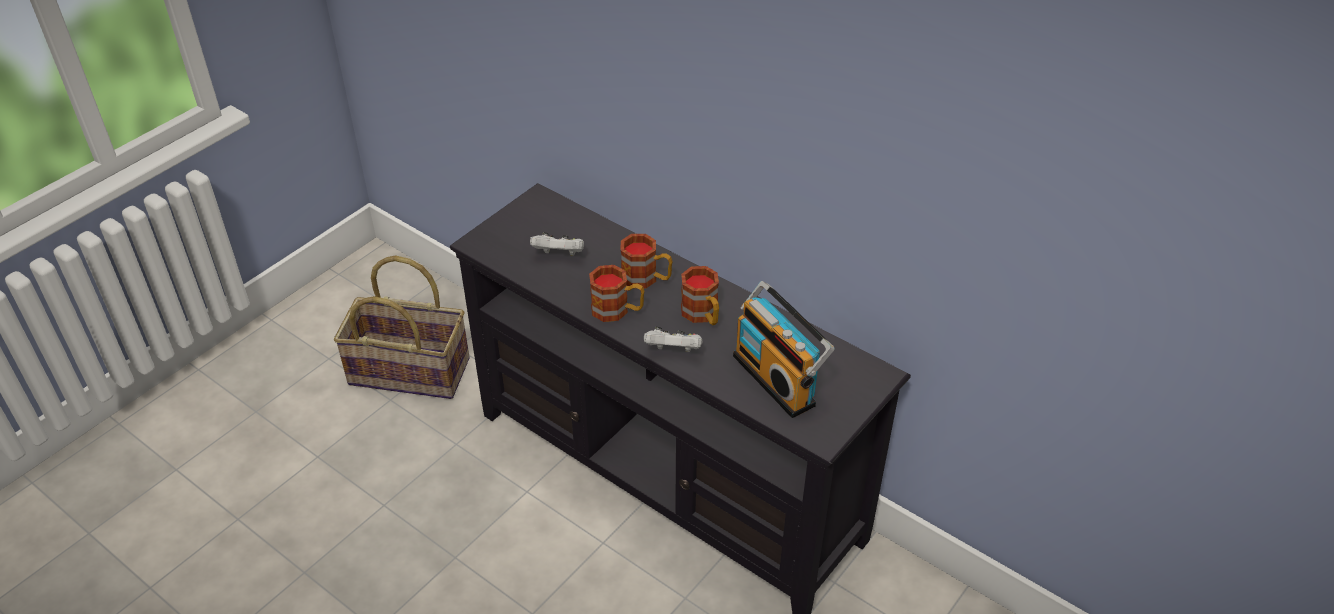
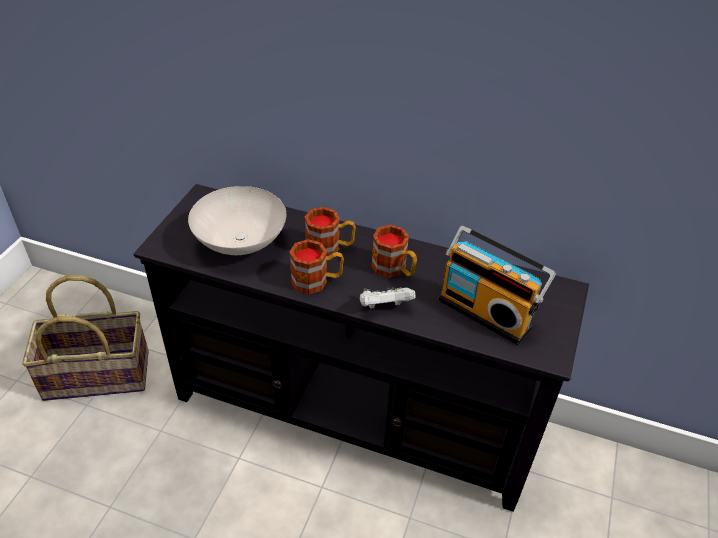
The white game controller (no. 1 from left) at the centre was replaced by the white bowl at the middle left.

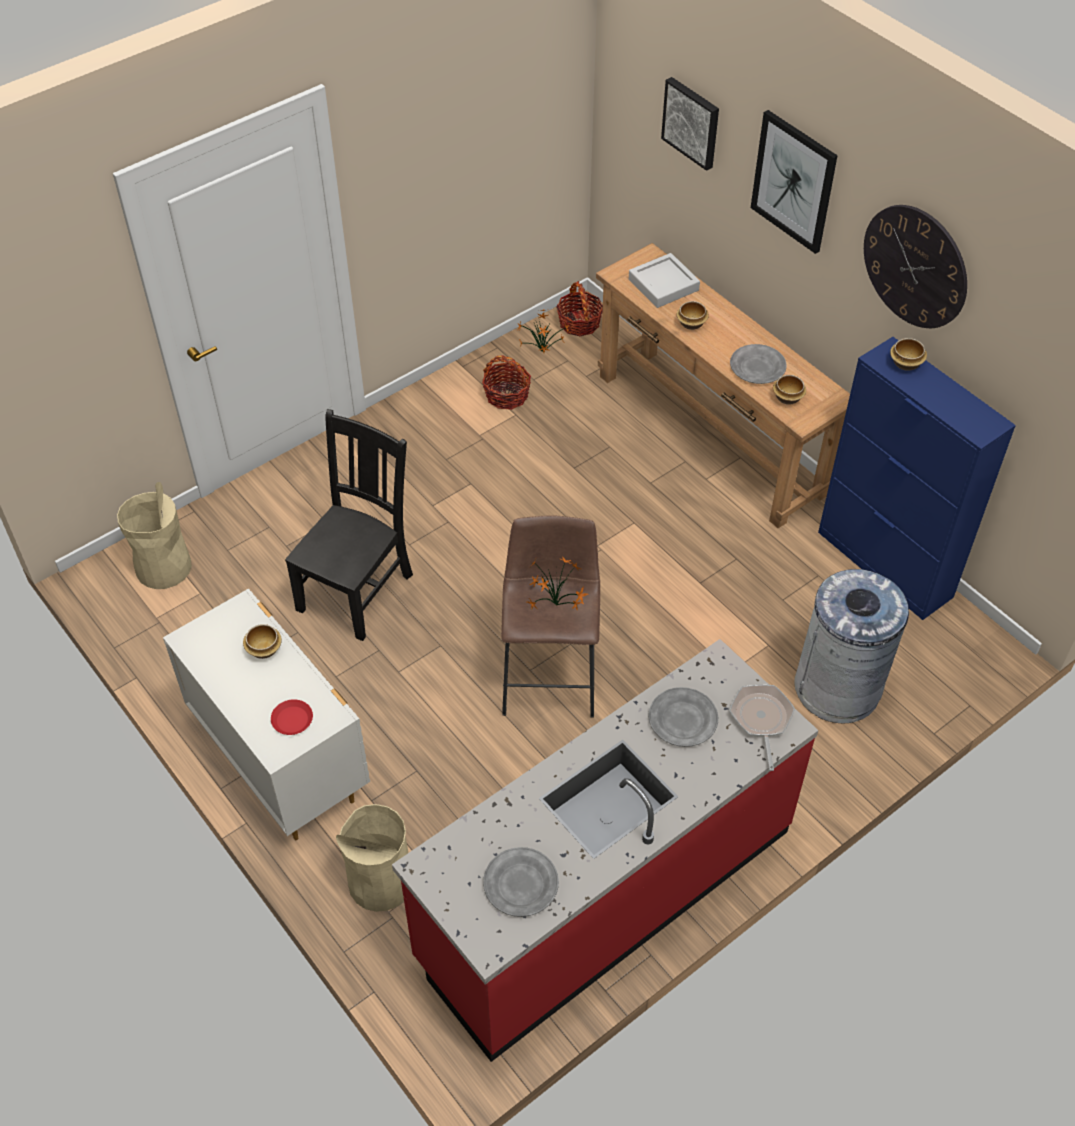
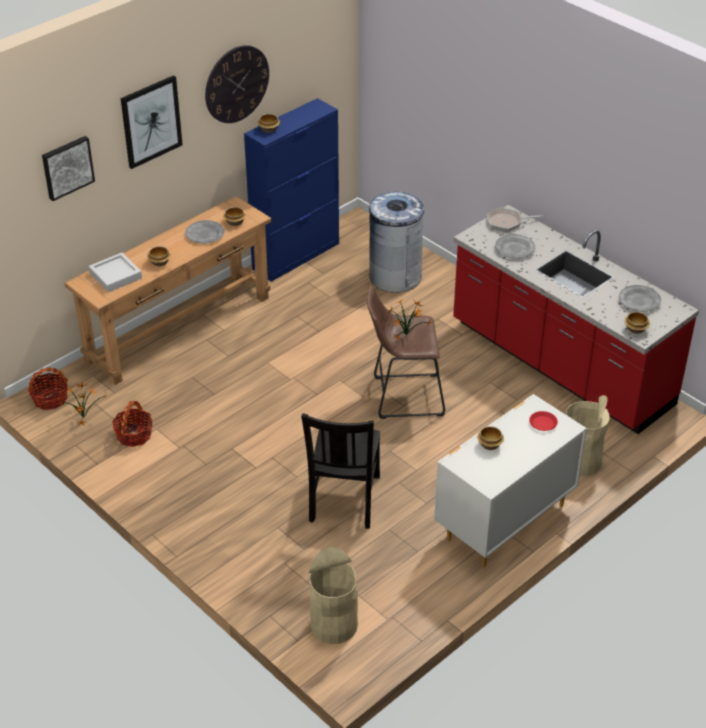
The black chair at the middle left turned 105 degrees counterclockwise. The bowl (no. 5 from left) at the middle right appeared.

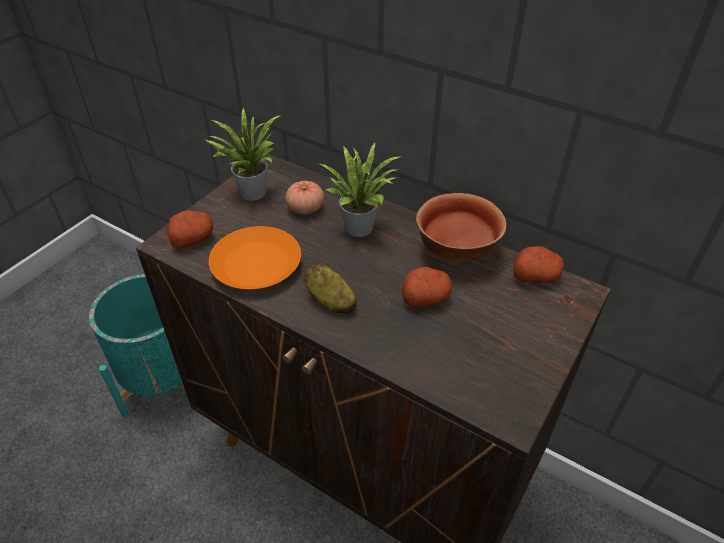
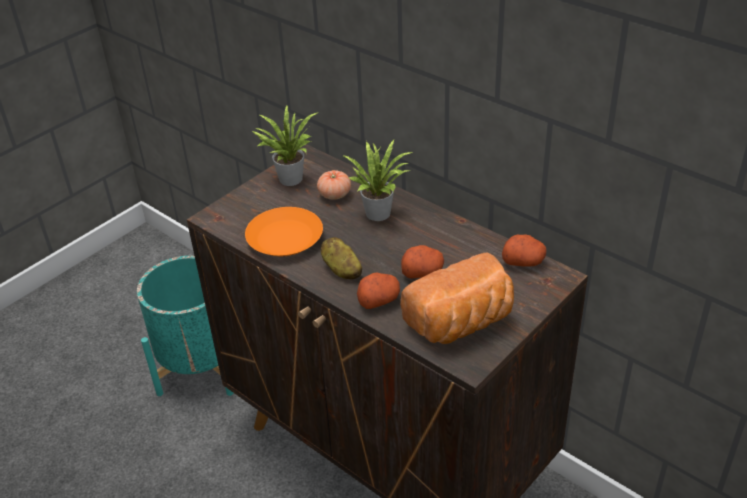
The bowl at the centre disappeared. The potato (no. 1 from left in the first image) moved from the middle left to the centre. The bread at the centre appeared.

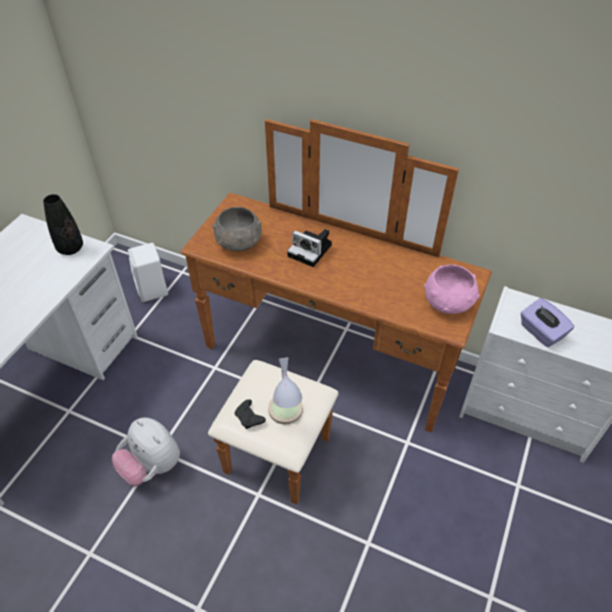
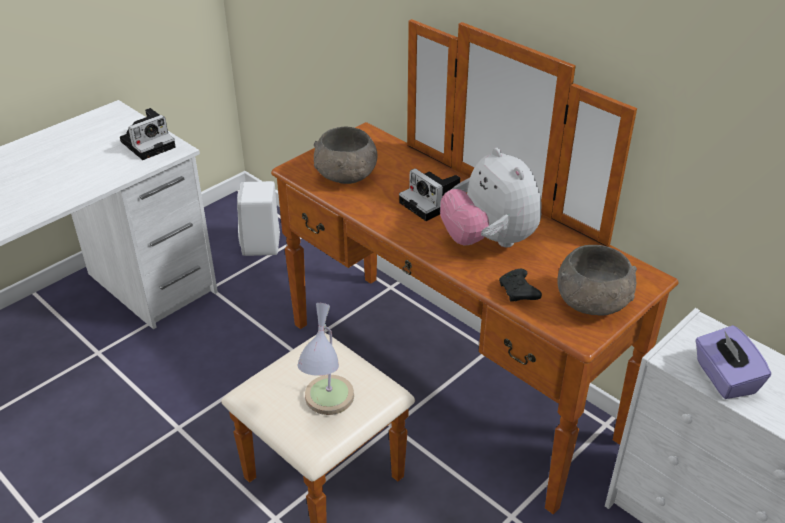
The black vase at the middle left was replaced by the photo camera (no. 1 from left) at the top left. The pink bowl at the middle right became the grey bowl (no. 2 from left) at the middle right. The black game controller moved from the bottom centre to the centre. The plush toy moved from the bottom left to the centre.

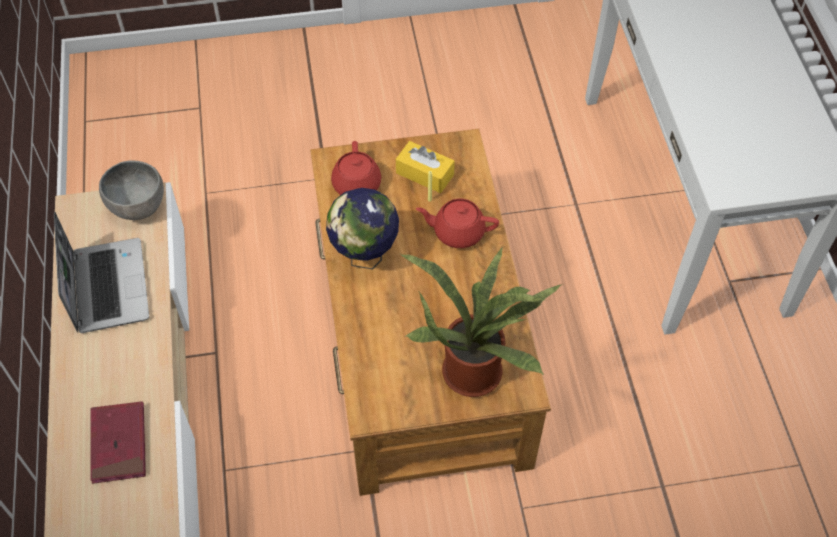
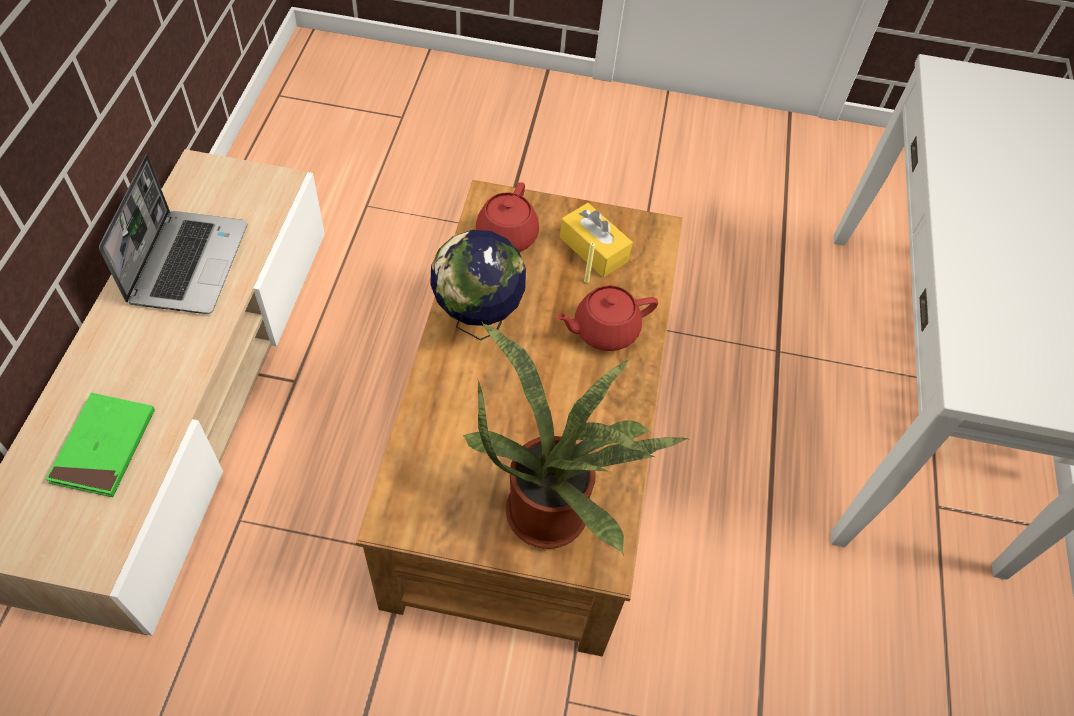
The grey bowl at the middle left disappeared. The red teapot (no. 2 from left) at the centre turned 45 degrees counterclockwise. The red book at the bottom left became the green book at the middle left.

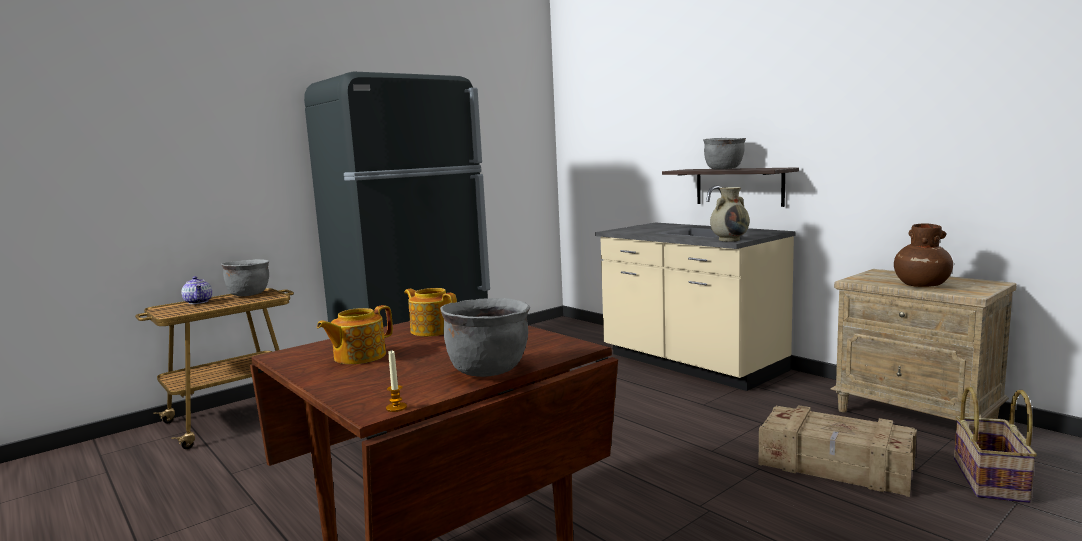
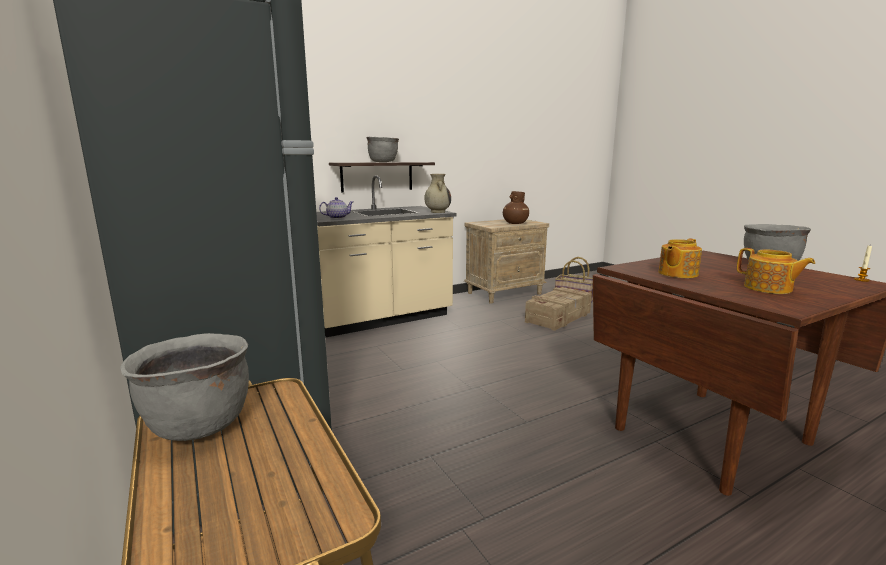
The teapot (no. 1 from left) moved from the middle left to the centre.

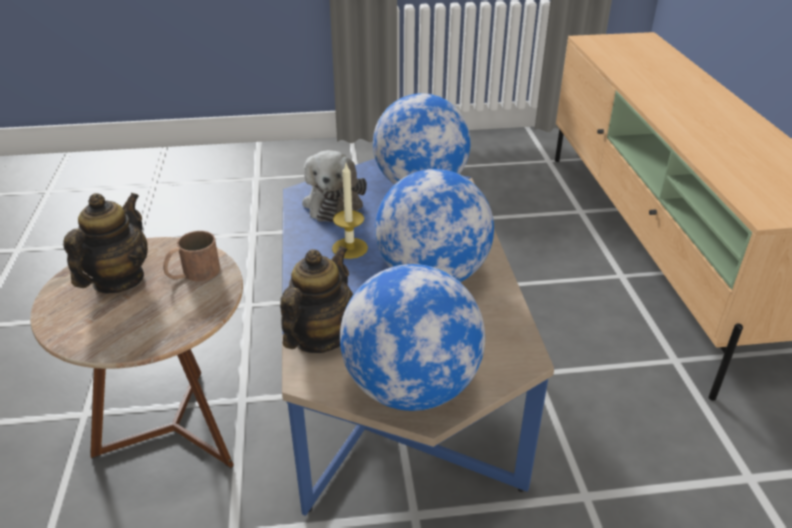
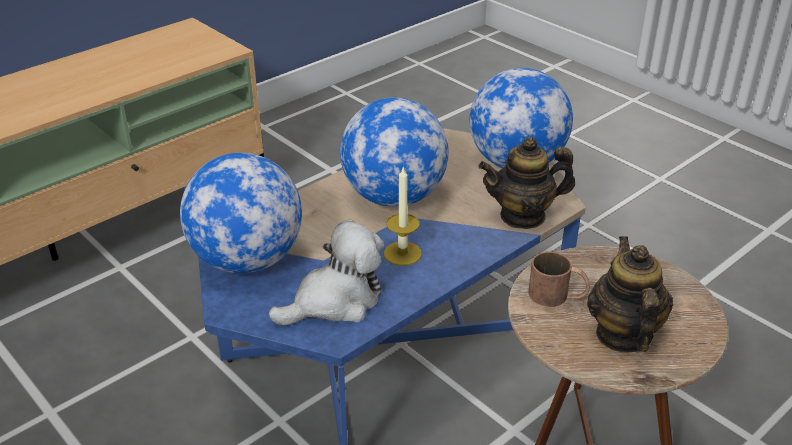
The teapot (no. 1 from left in the first image) at the middle left turned 105 degrees clockwise.

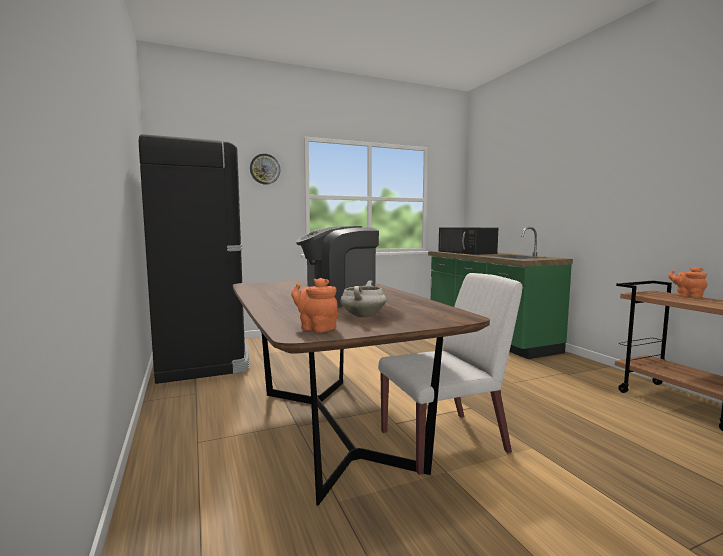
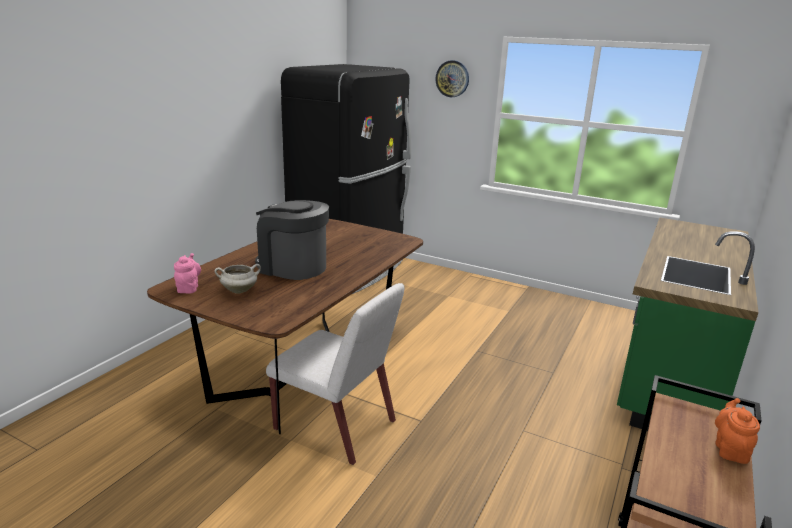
The black microwave at the centre disappeared. The orange teapot (no. 1 from left) at the centre became the pink teapot at the middle left.

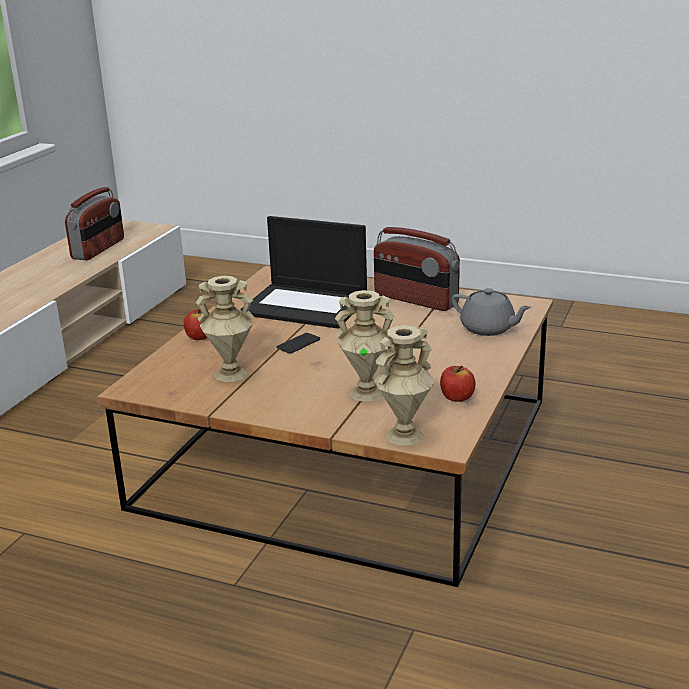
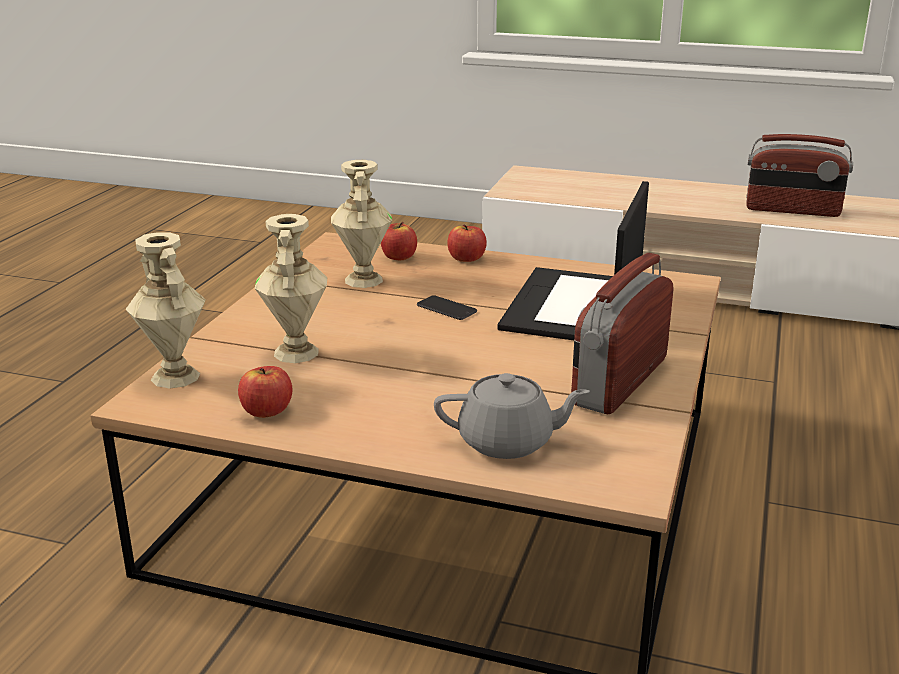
The grey teapot at the middle right turned 120 degrees counterclockwise. The apple (no. 2 from left) at the centre appeared.

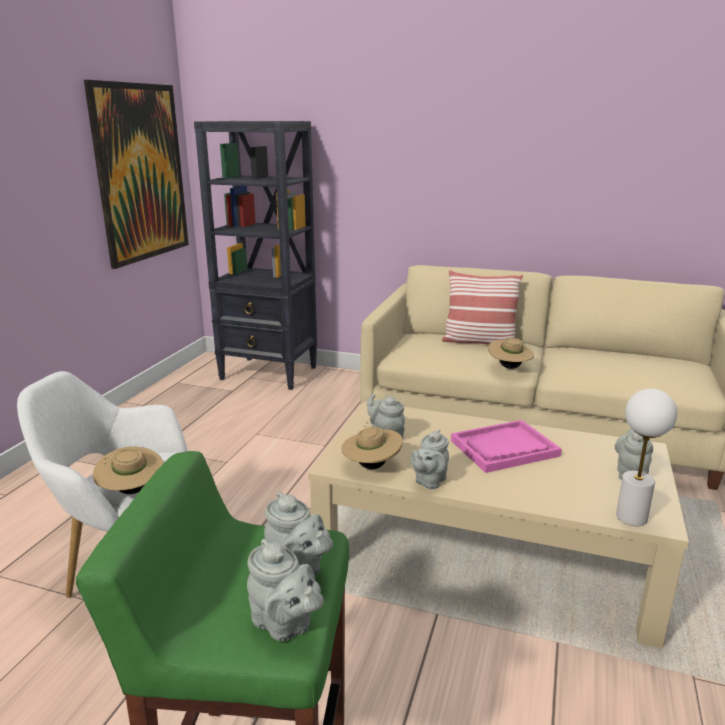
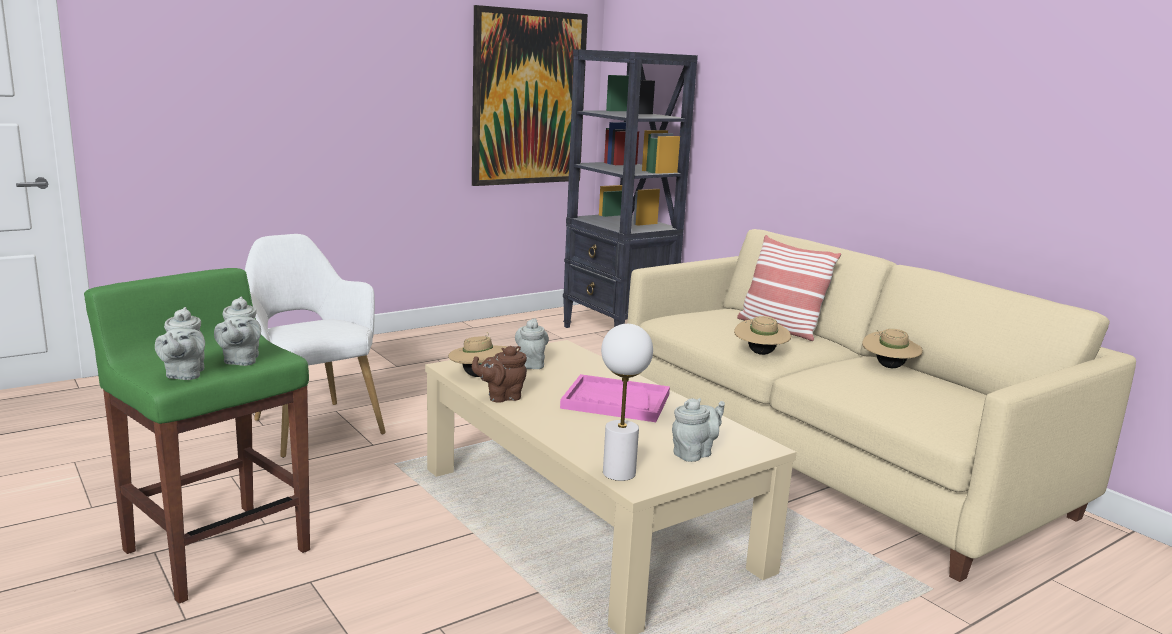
The grey teapot (no. 4 from left) at the centre became the brown teapot at the centre. The beige hat (no. 1 from left in the first image) moved from the middle left to the middle right.

